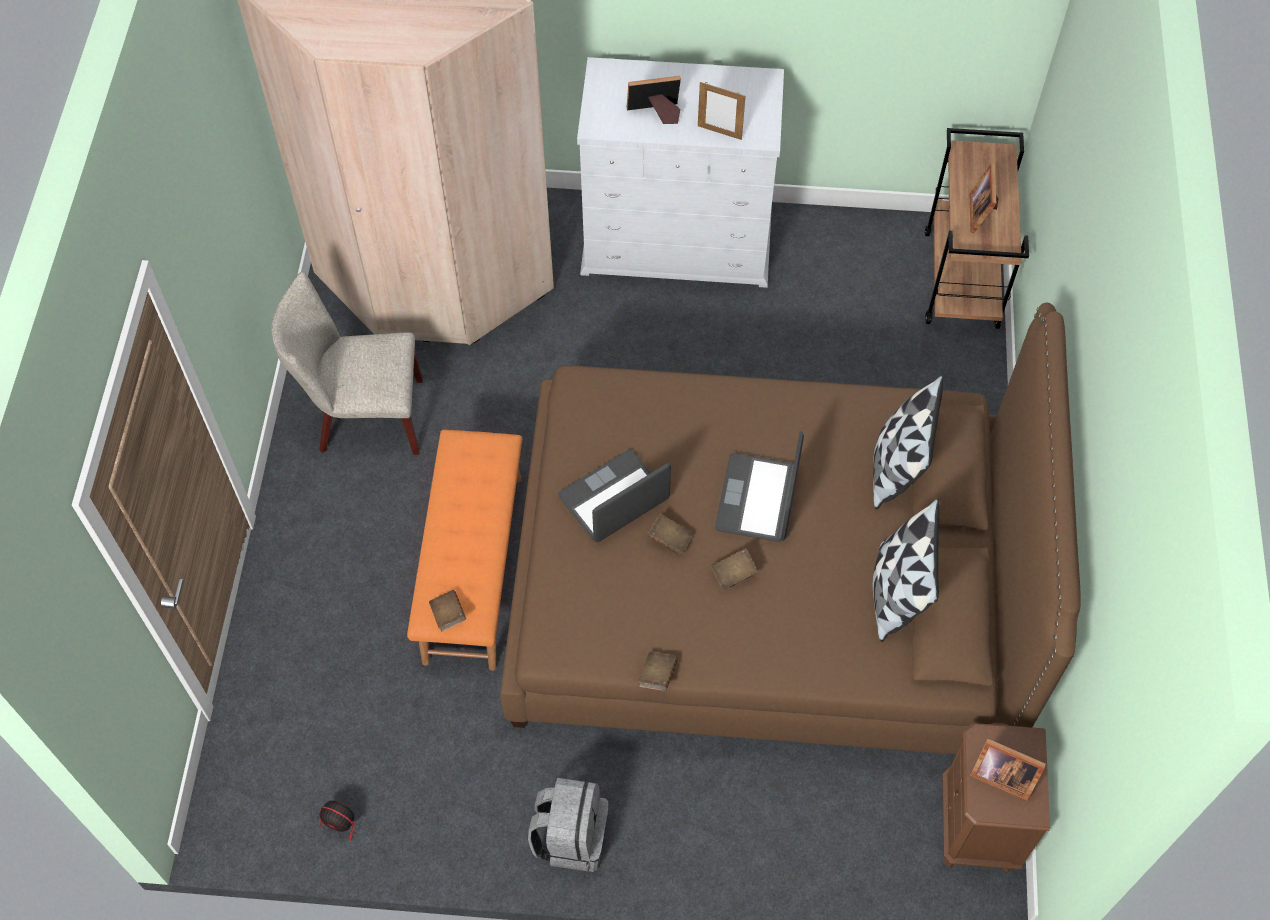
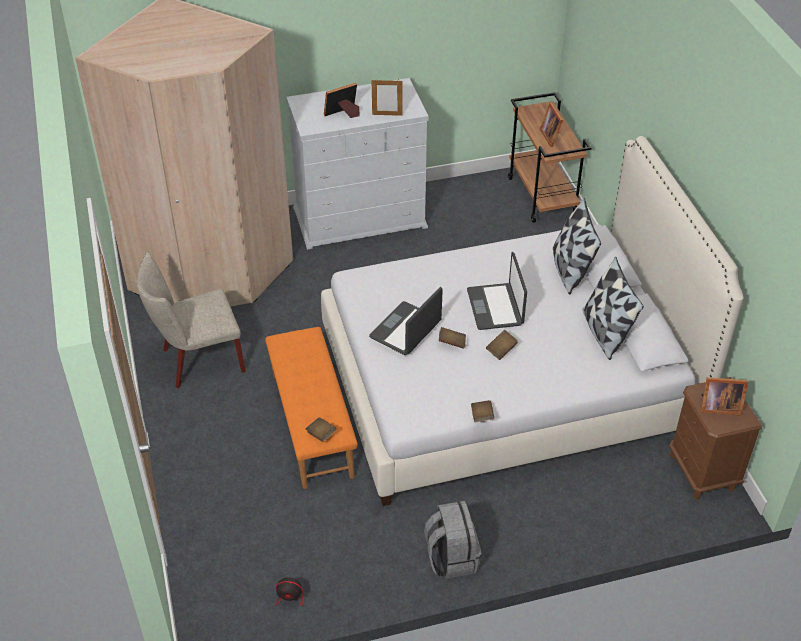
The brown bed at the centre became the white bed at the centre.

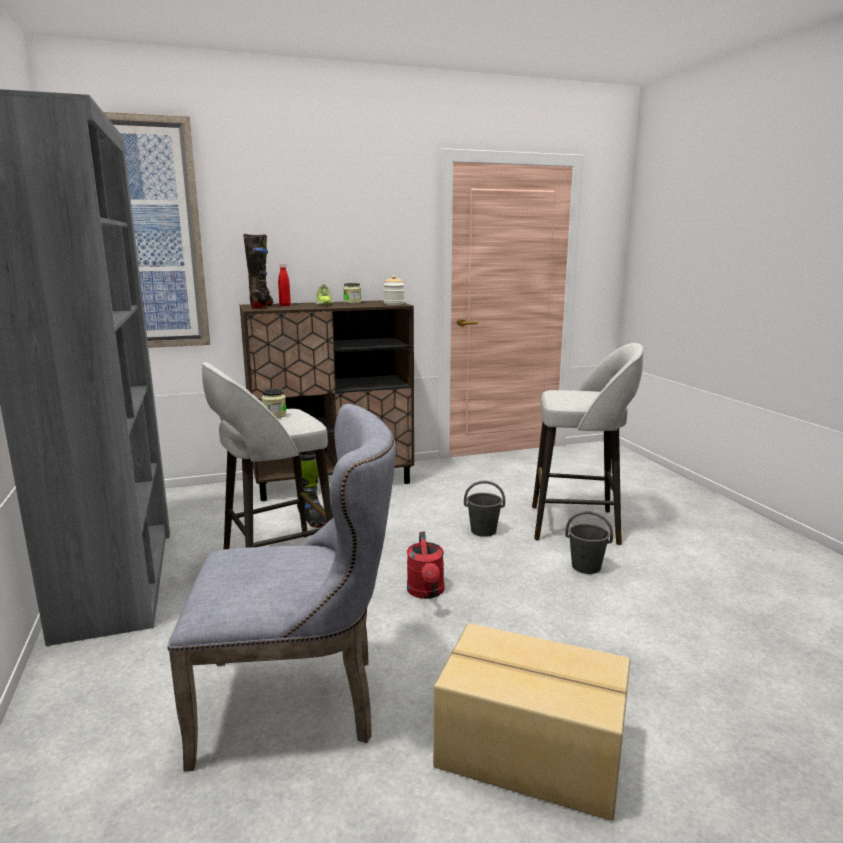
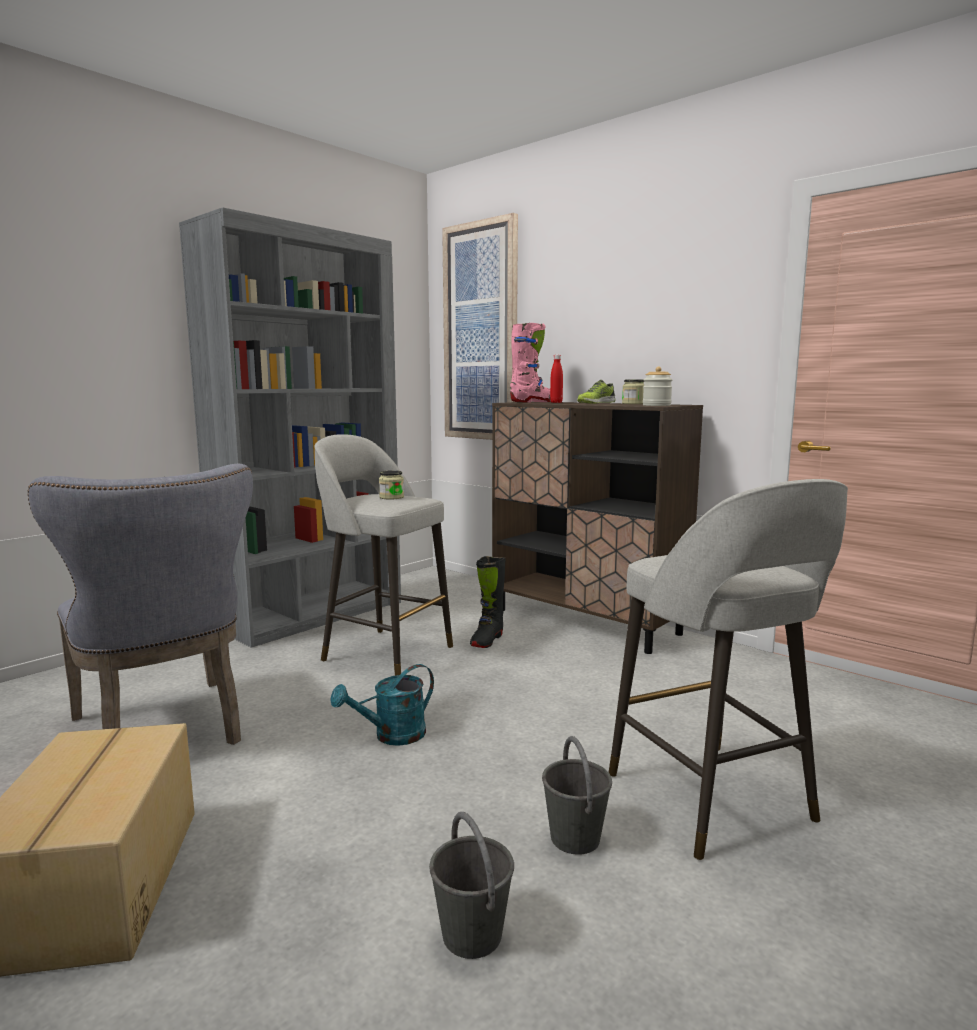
The black boot (no. 1 from left) at the top left became the pink boot at the centre. The grey bucket (no. 1 from left) moved from the centre to the bottom centre. The red watering can at the bottom centre became the turquoise watering can at the bottom centre.

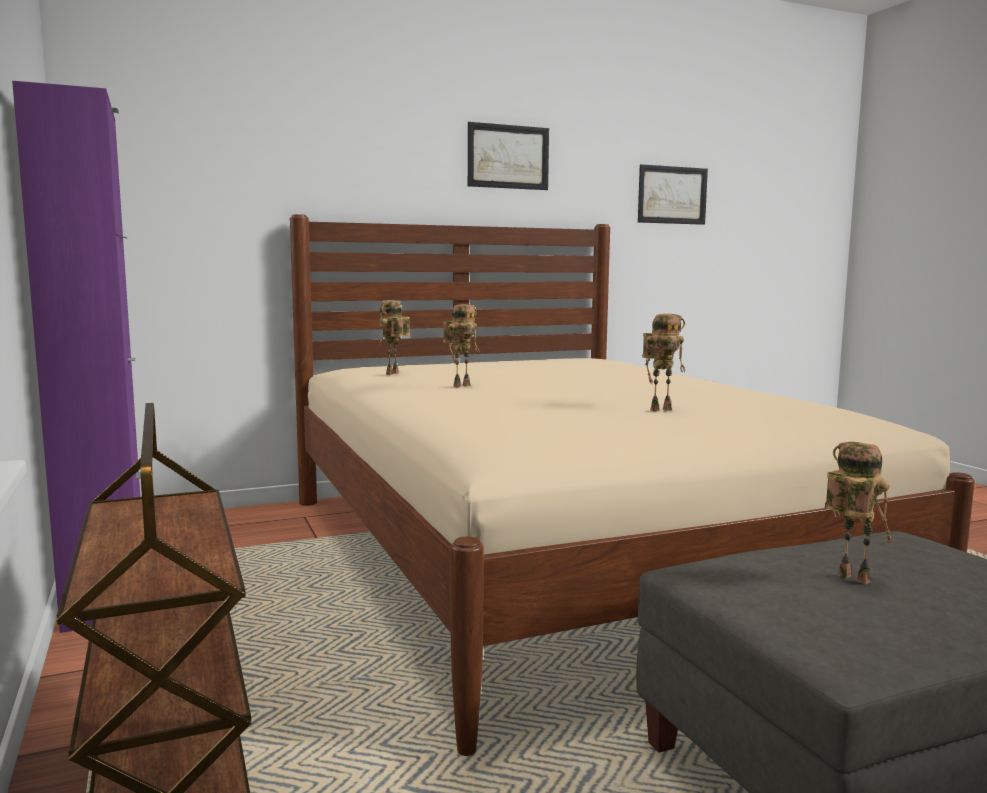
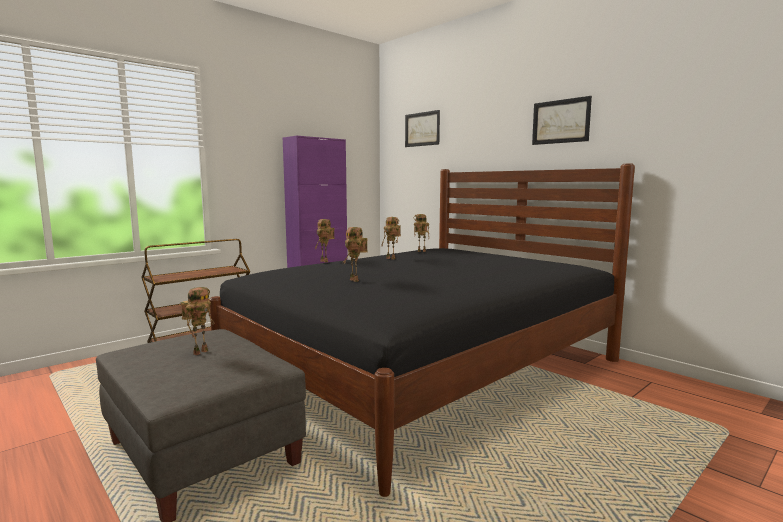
The picture (no. 2 from left in the first image) moved from the top right to the top centre. The beige bed at the centre became the black bed at the centre. The toy robot (no. 2 from left) at the centre appeared.

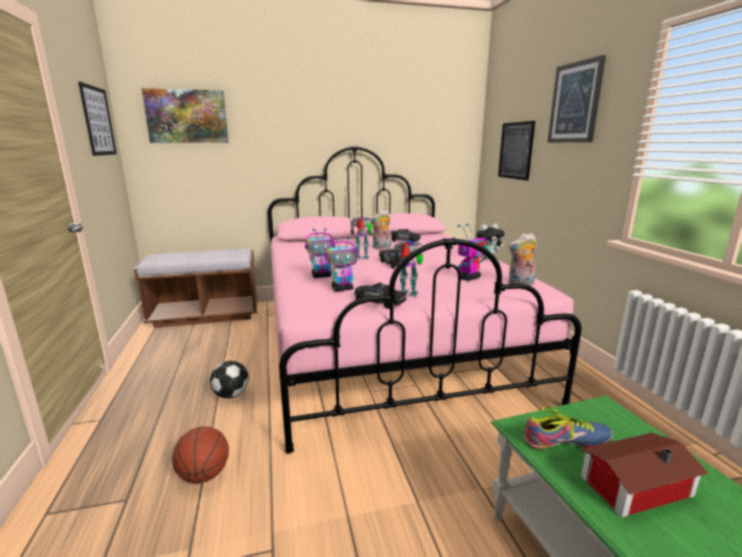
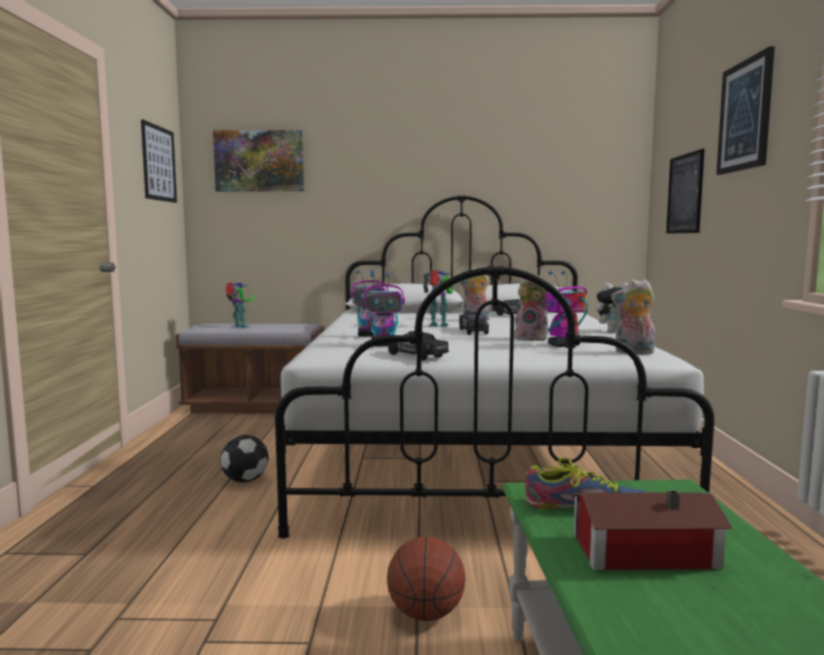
The pink bed at the centre became the white bed at the centre. The toy robot (no. 4 from left in the first image) moved from the centre to the middle left. The basketball moved from the bottom left to the bottom centre. The plush toy (no. 2 from left) at the centre appeared.

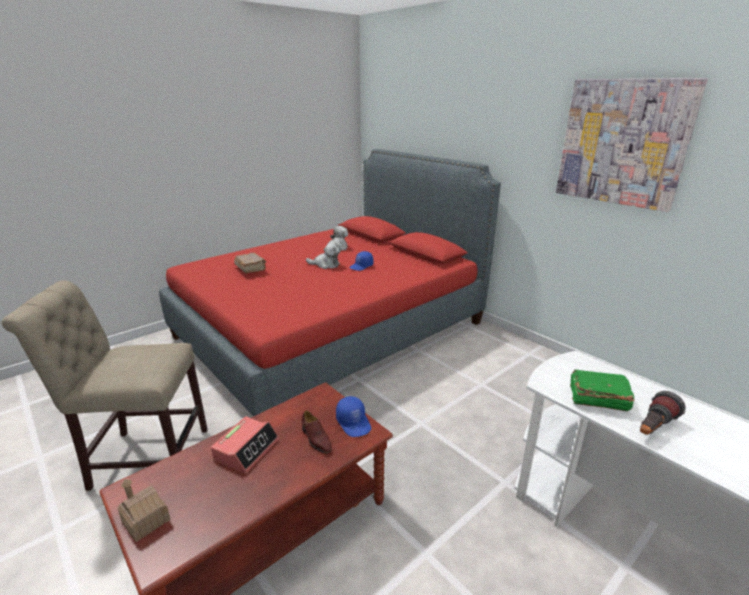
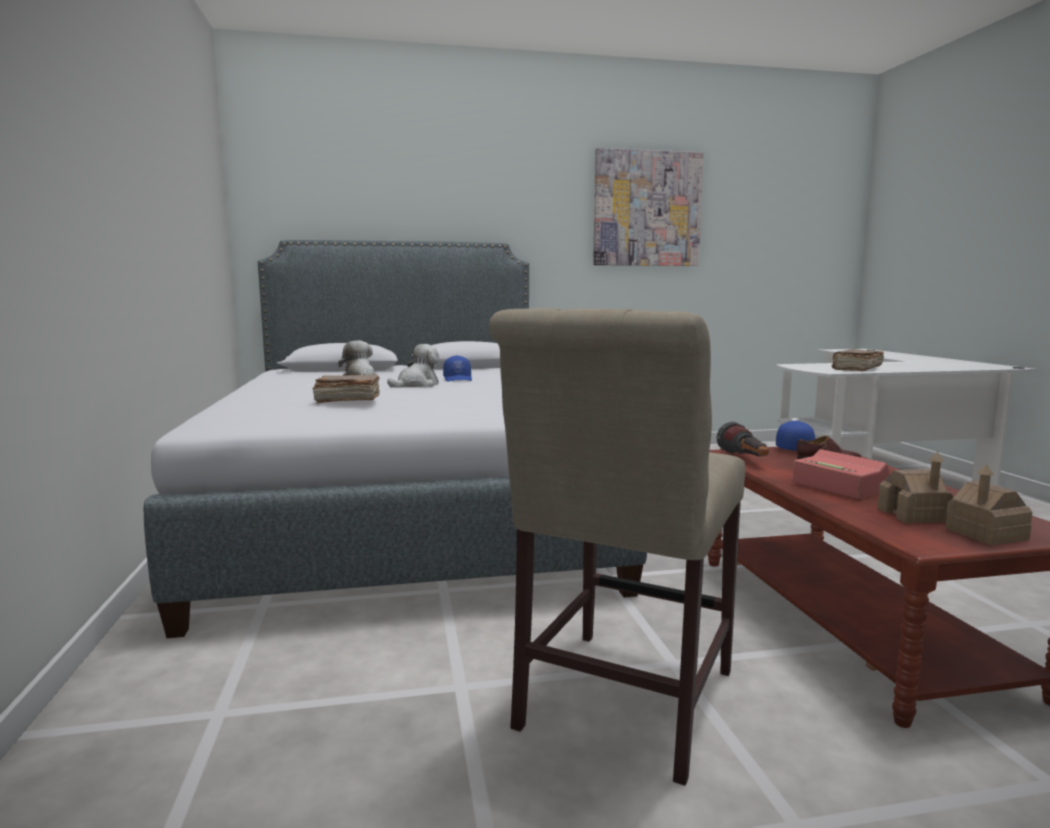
The red bed at the centre became the grey bed at the centre. The green book at the middle right became the brown book (no. 2 from left) at the middle right. The flashlight moved from the bottom right to the middle right. The toy house (no. 1 from left) at the middle right appeared.

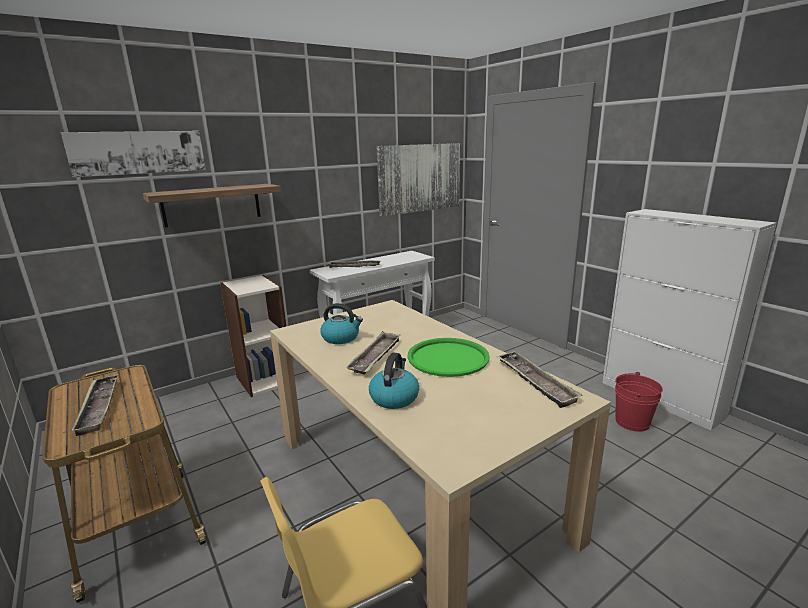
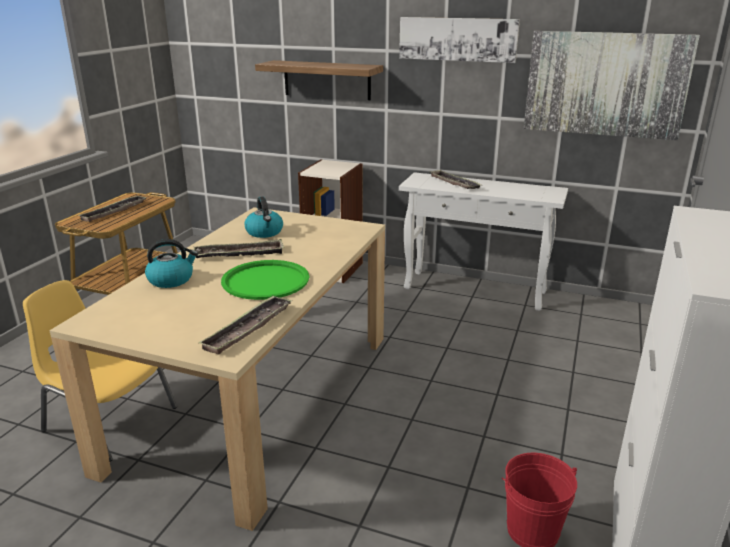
The picture (no. 1 from left) moved from the top left to the top centre.

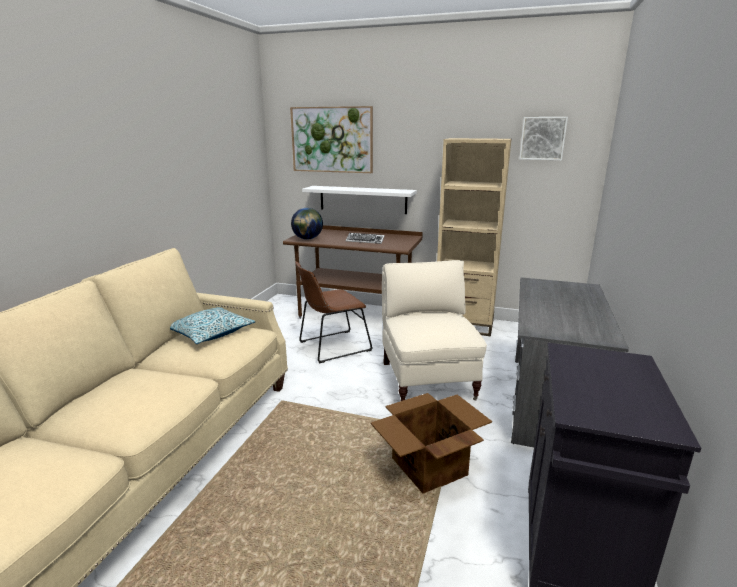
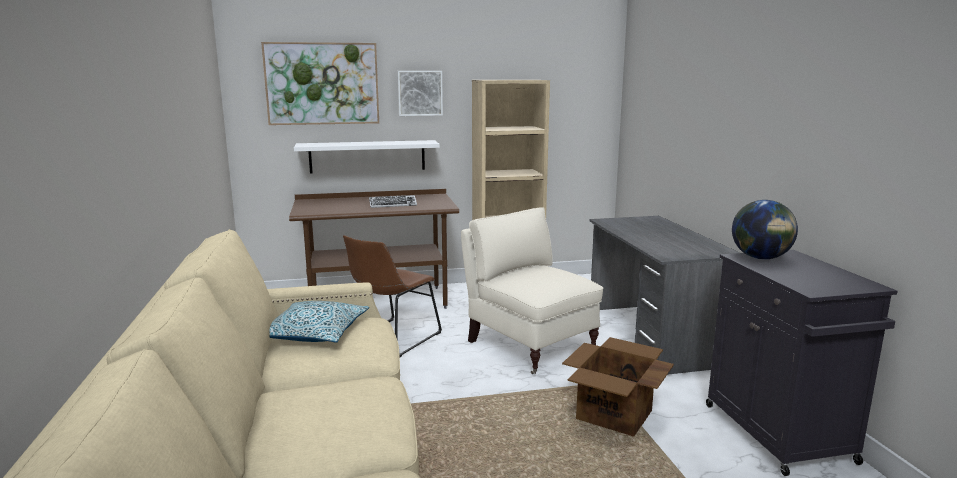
The picture (no. 2 from left) moved from the top right to the top centre. The globe moved from the centre to the middle right.

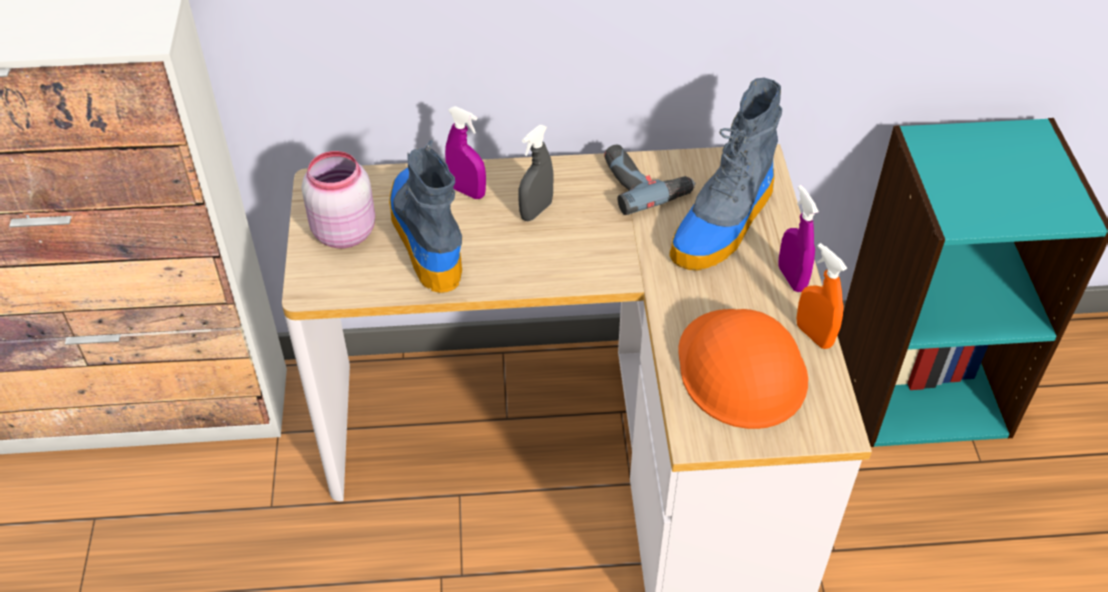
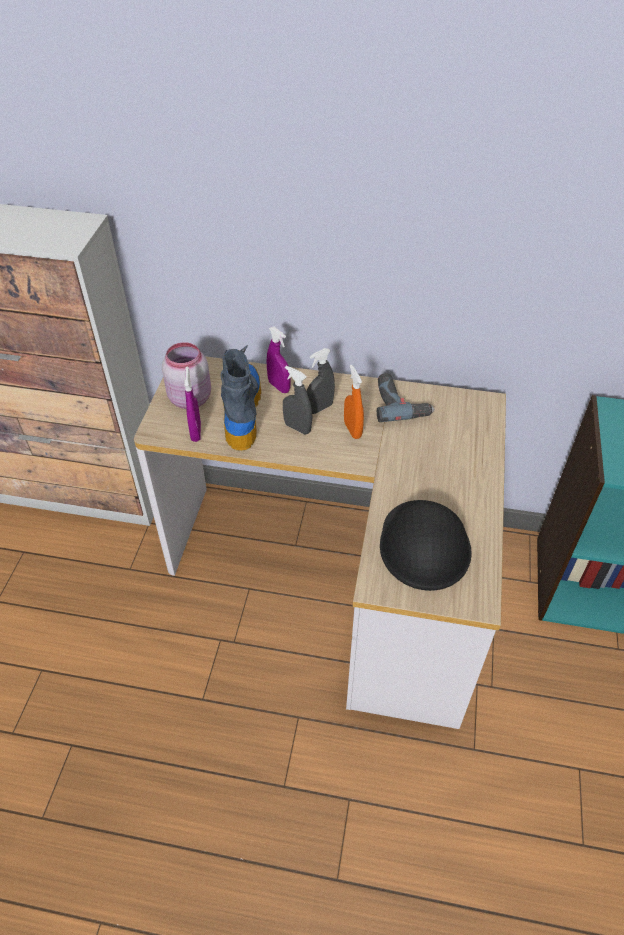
The boot (no. 2 from left) at the top centre disappeared. The purple spray bottle (no. 2 from left in the first image) moved from the middle right to the middle left. The orange spray bottle moved from the middle right to the centre. The orange hard hat at the middle right became the black hard hat at the middle right. The grey spray bottle (no. 1 from left) at the centre appeared.

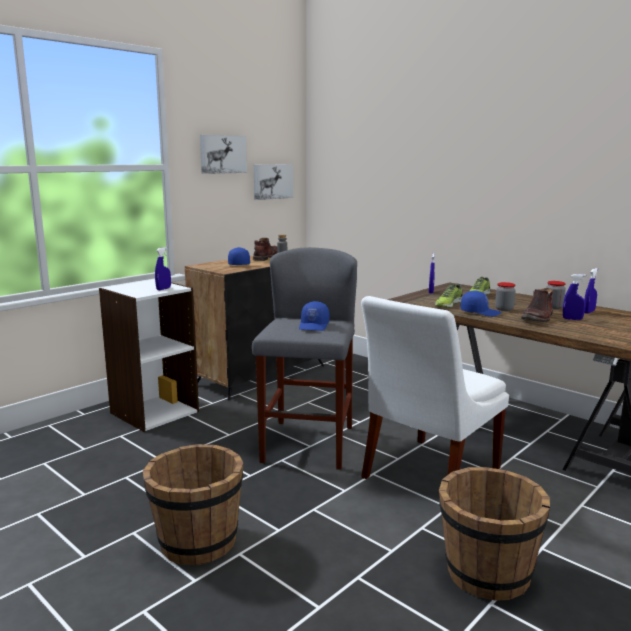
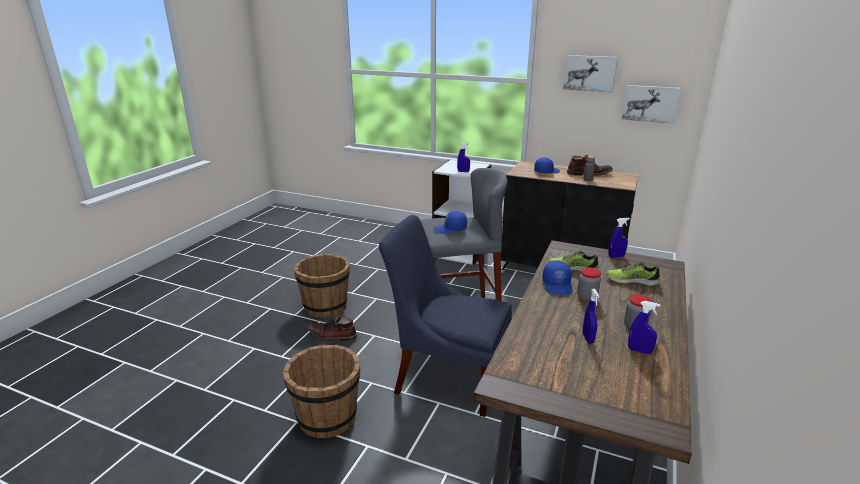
The brown boot (no. 2 from left in the first image) moved from the middle right to the bottom centre. The white chair at the middle right became the blue chair at the centre.

